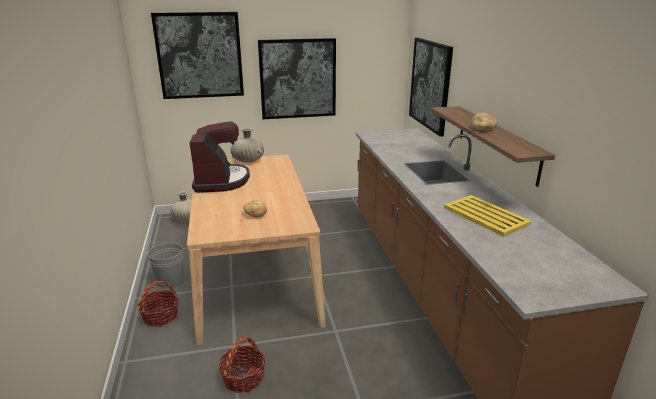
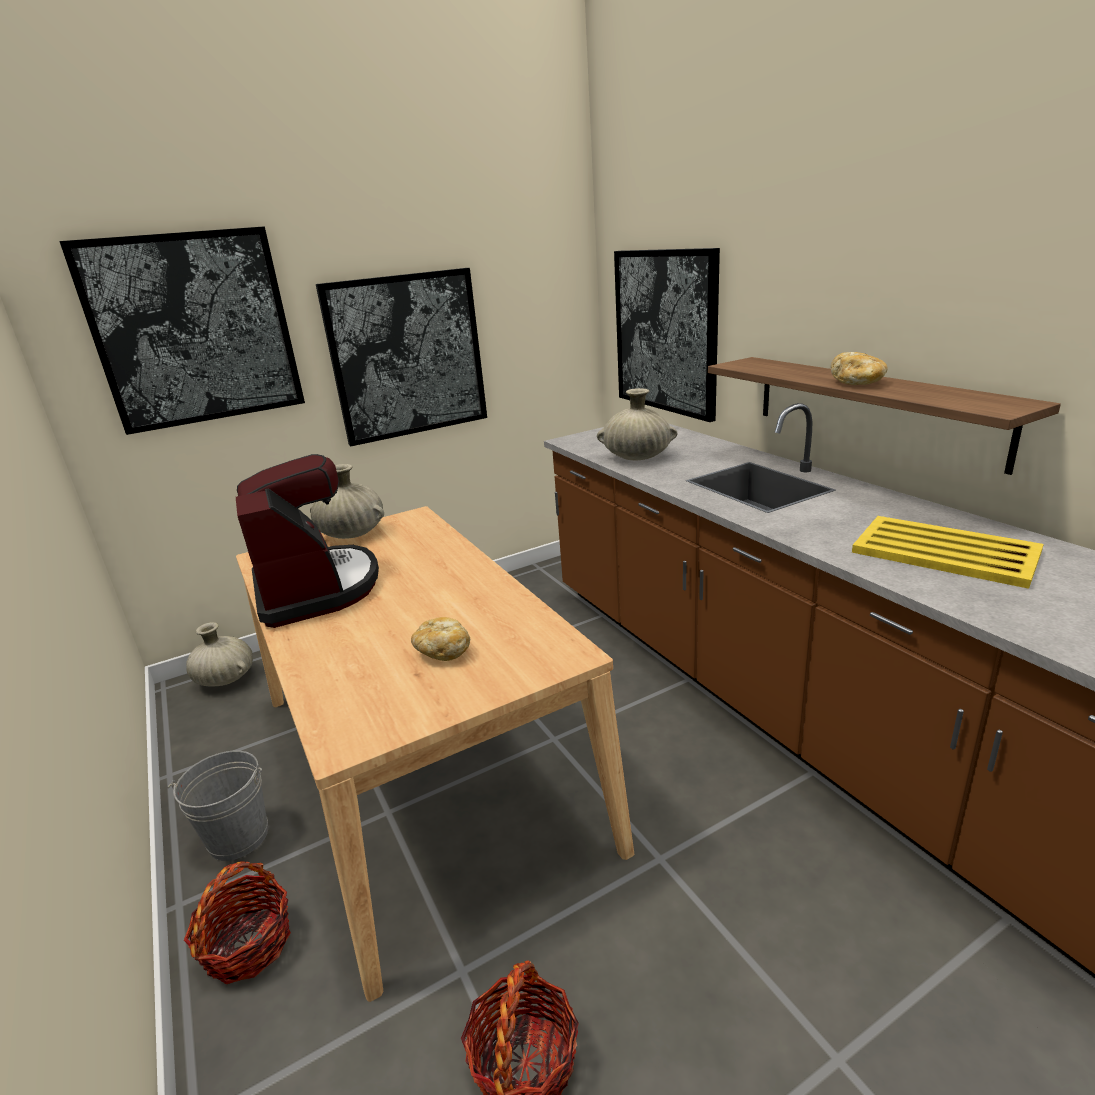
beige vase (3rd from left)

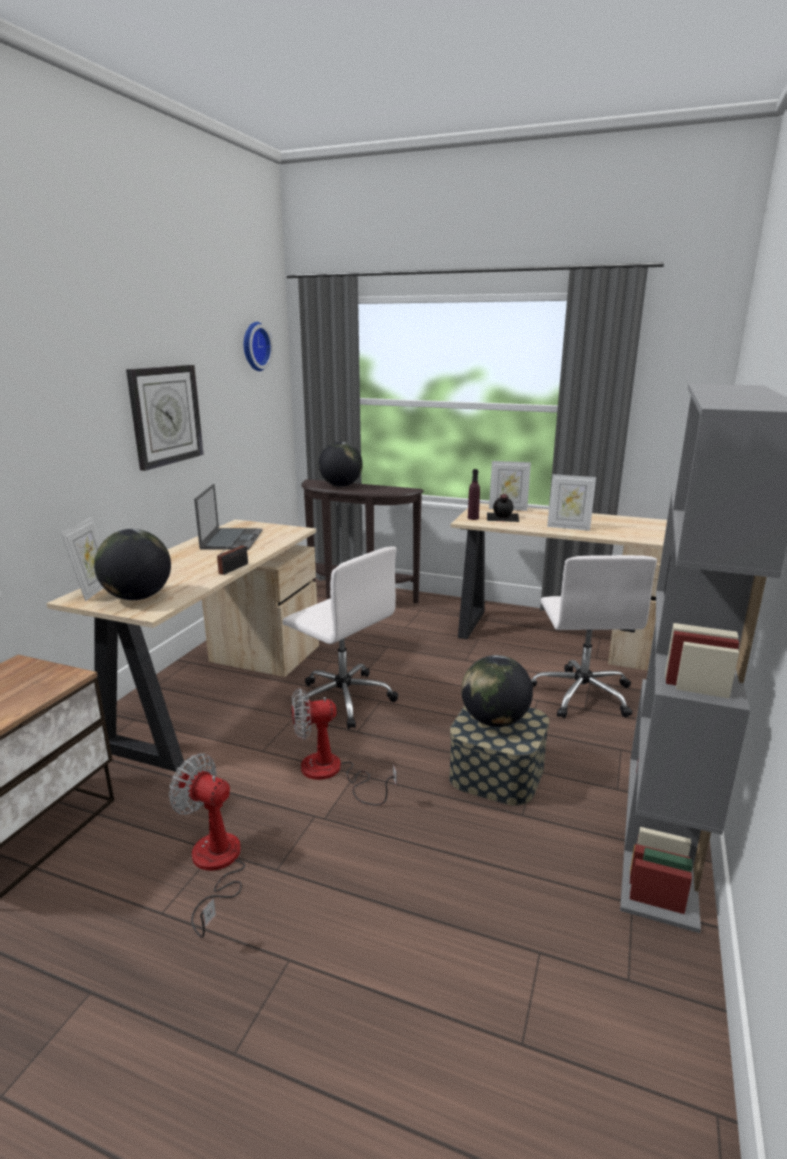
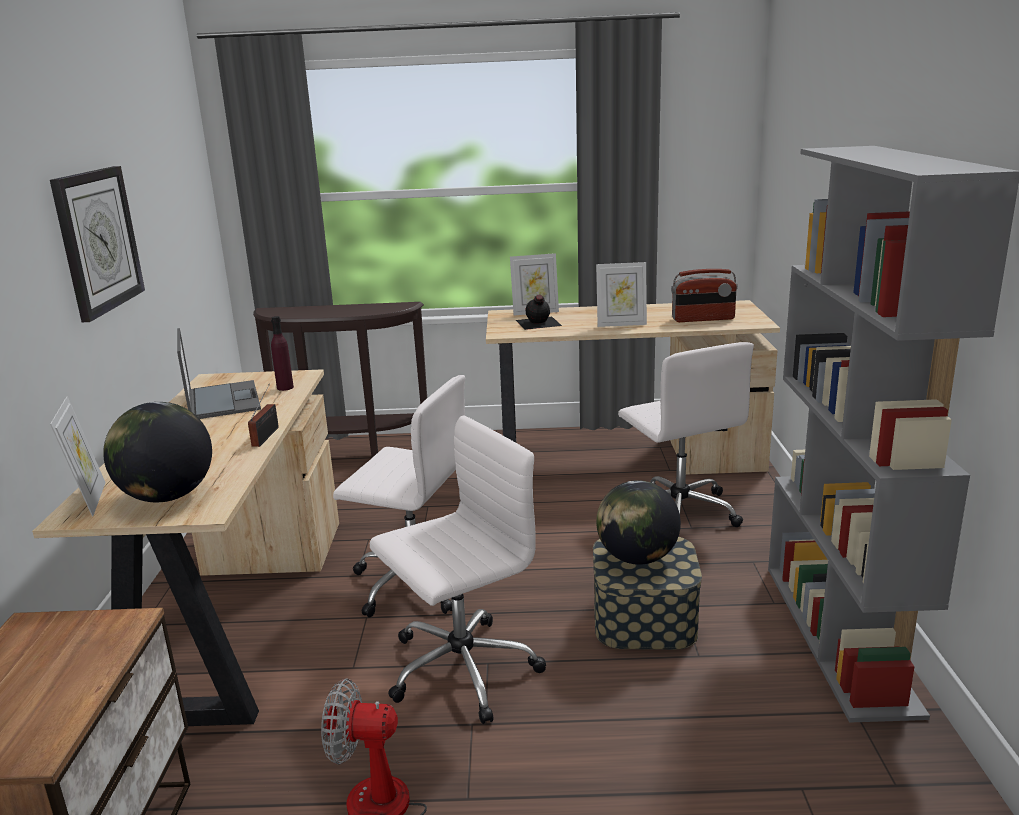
purple bottle; white office chair (2nd from left); radio (2nd from left); wall clock (2nd from left in the first image); globe (2nd from left in the first image)

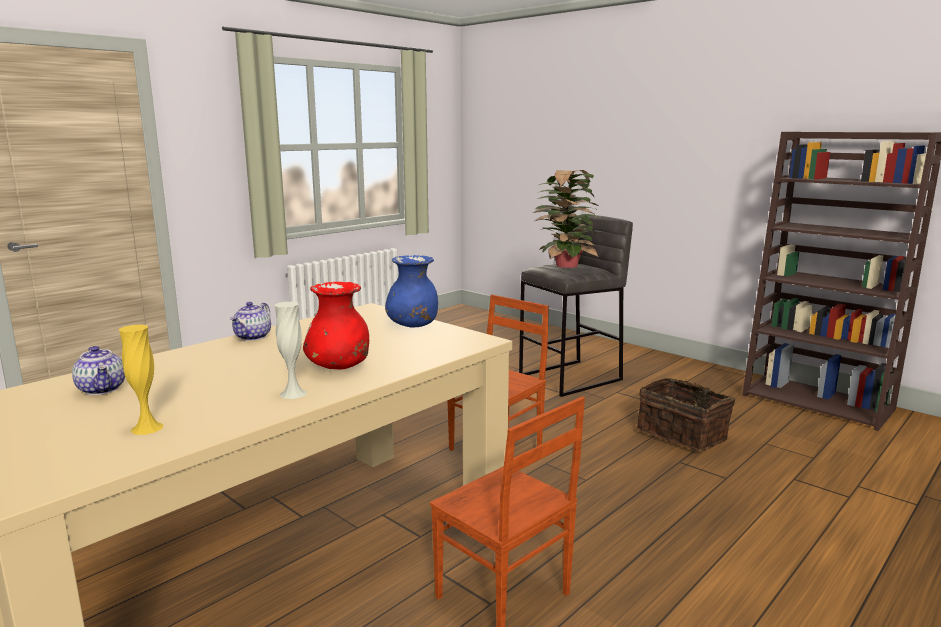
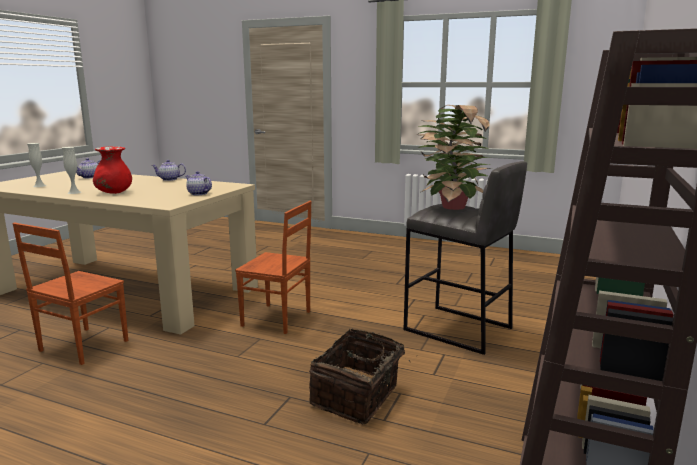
white vase (1st from left); teapot (3rd from left)

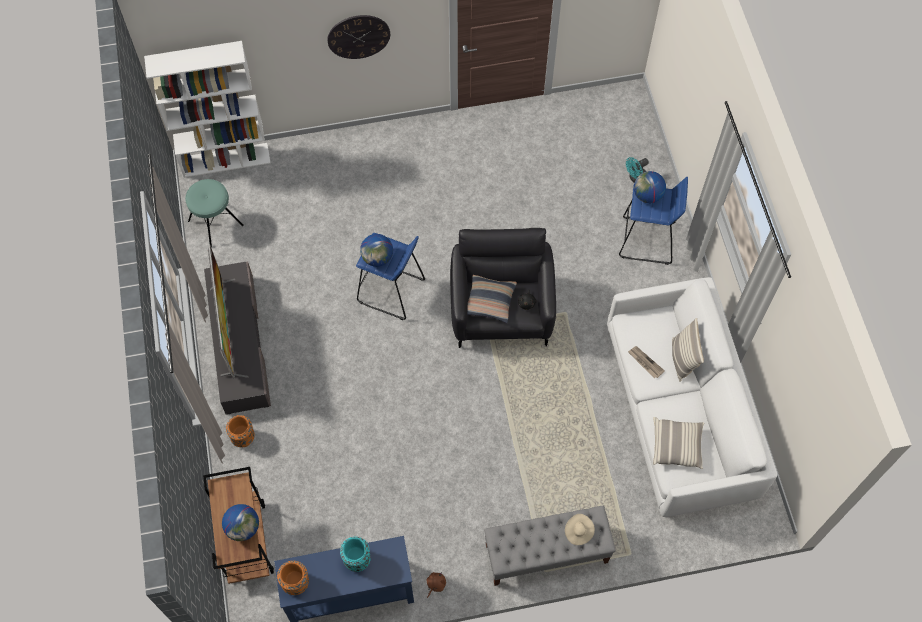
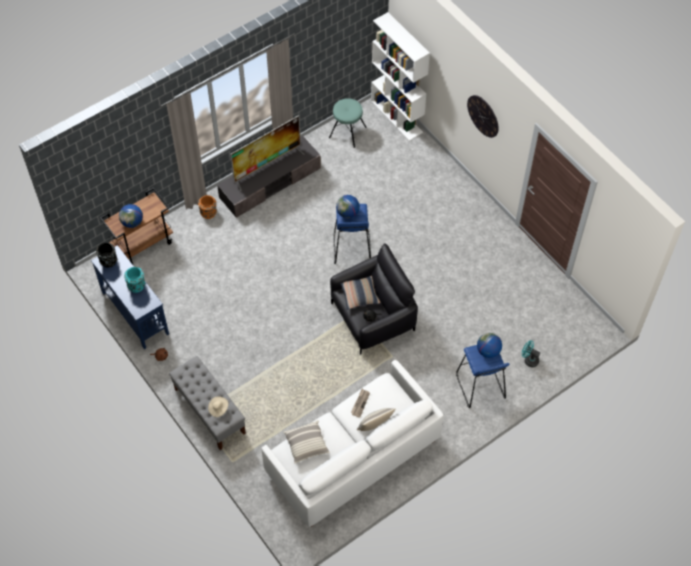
black vase

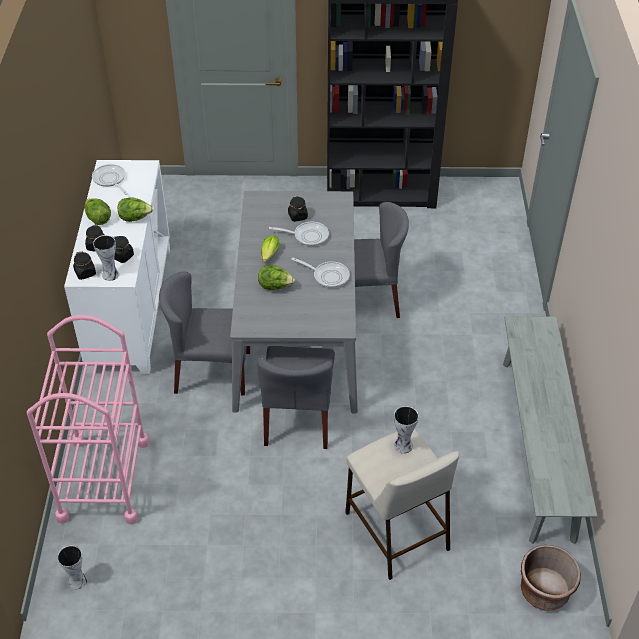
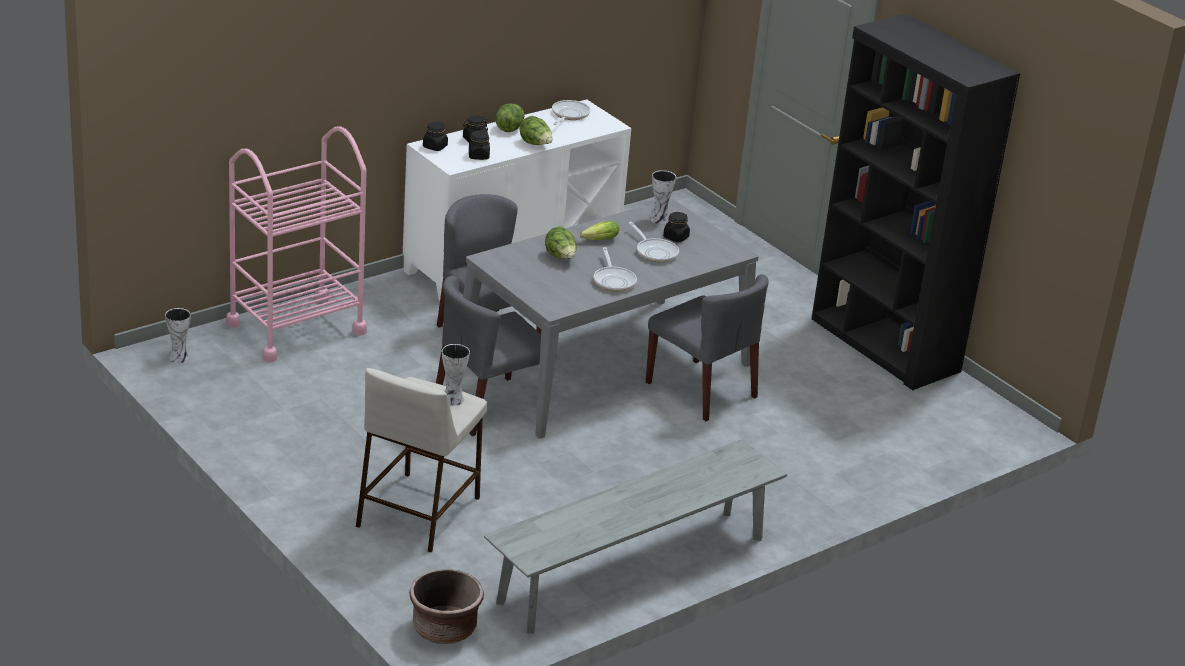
vase (3rd from left)

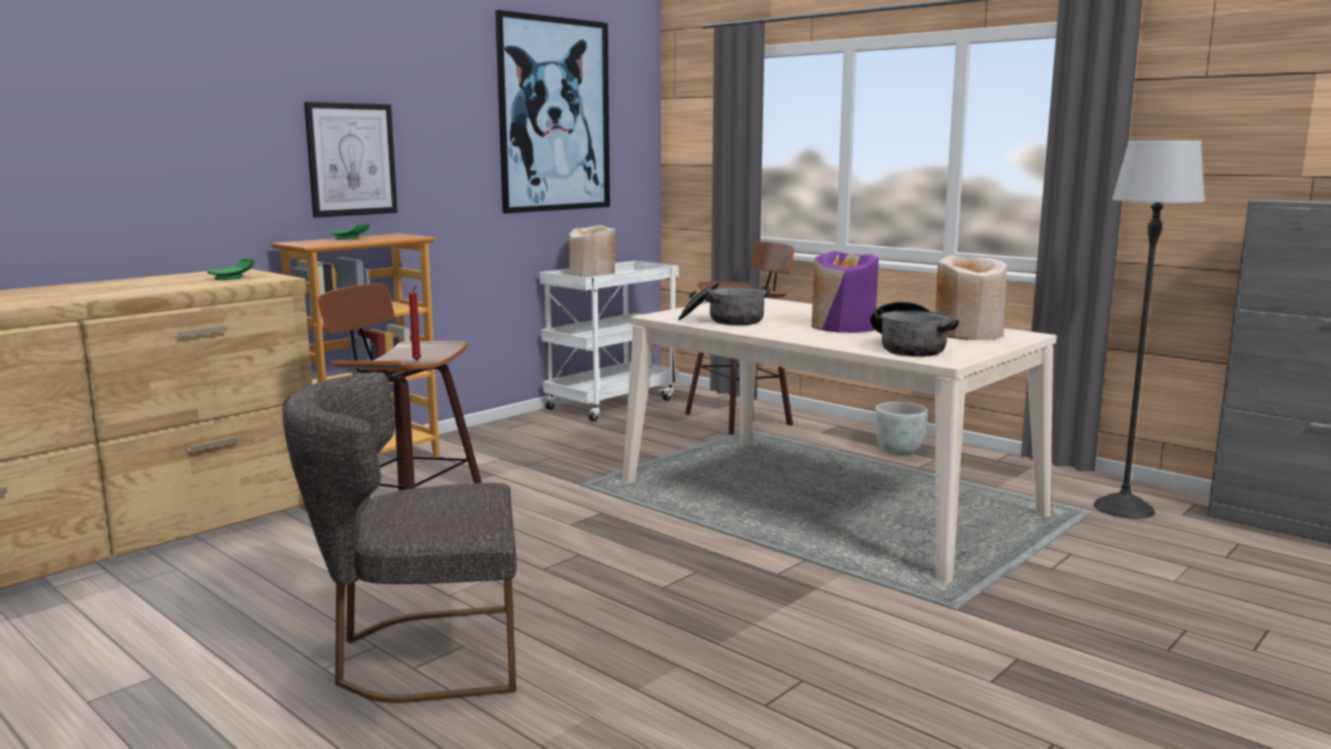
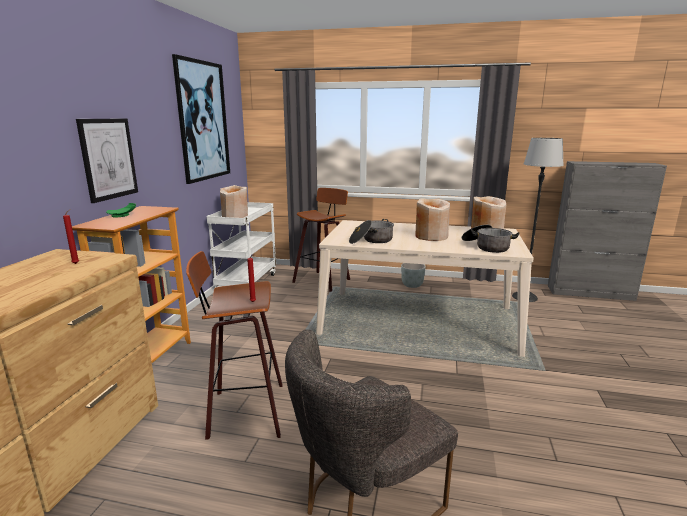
red candle (1st from left); beige vase (2nd from left)

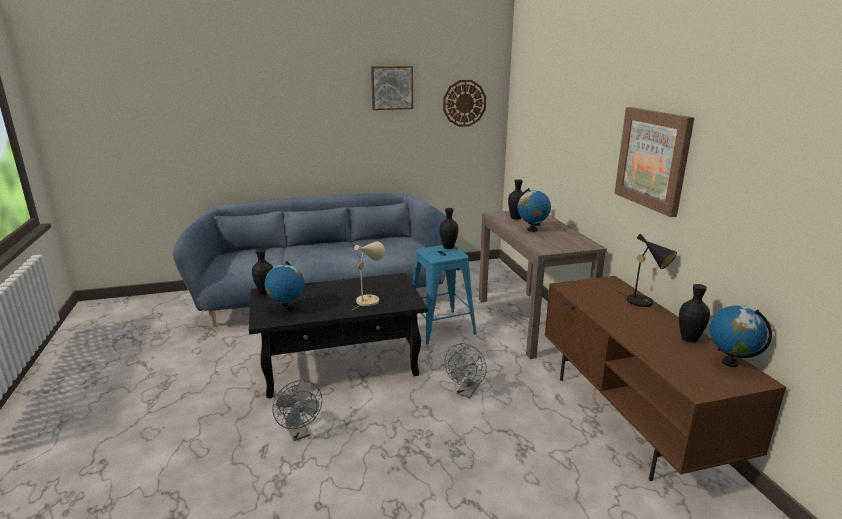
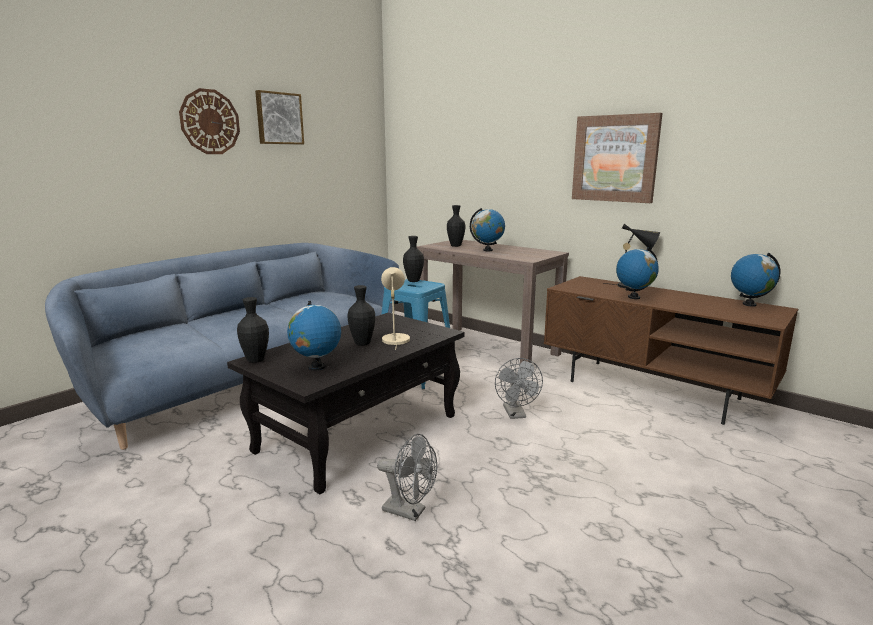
wall clock; black vase (2nd from left); globe (3rd from left)

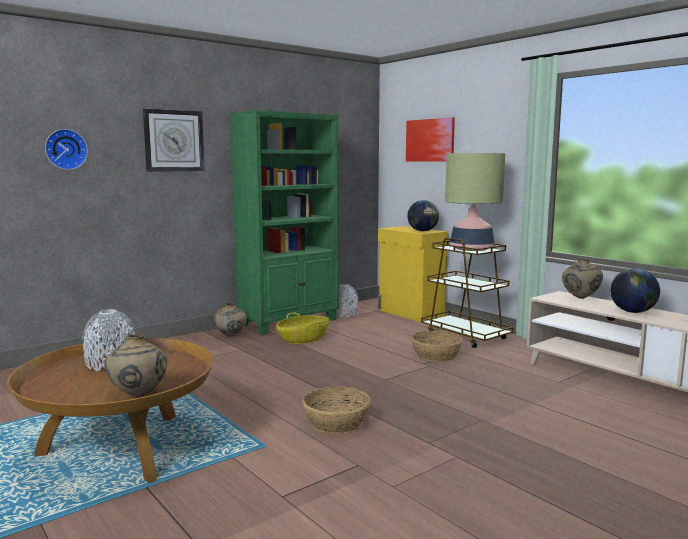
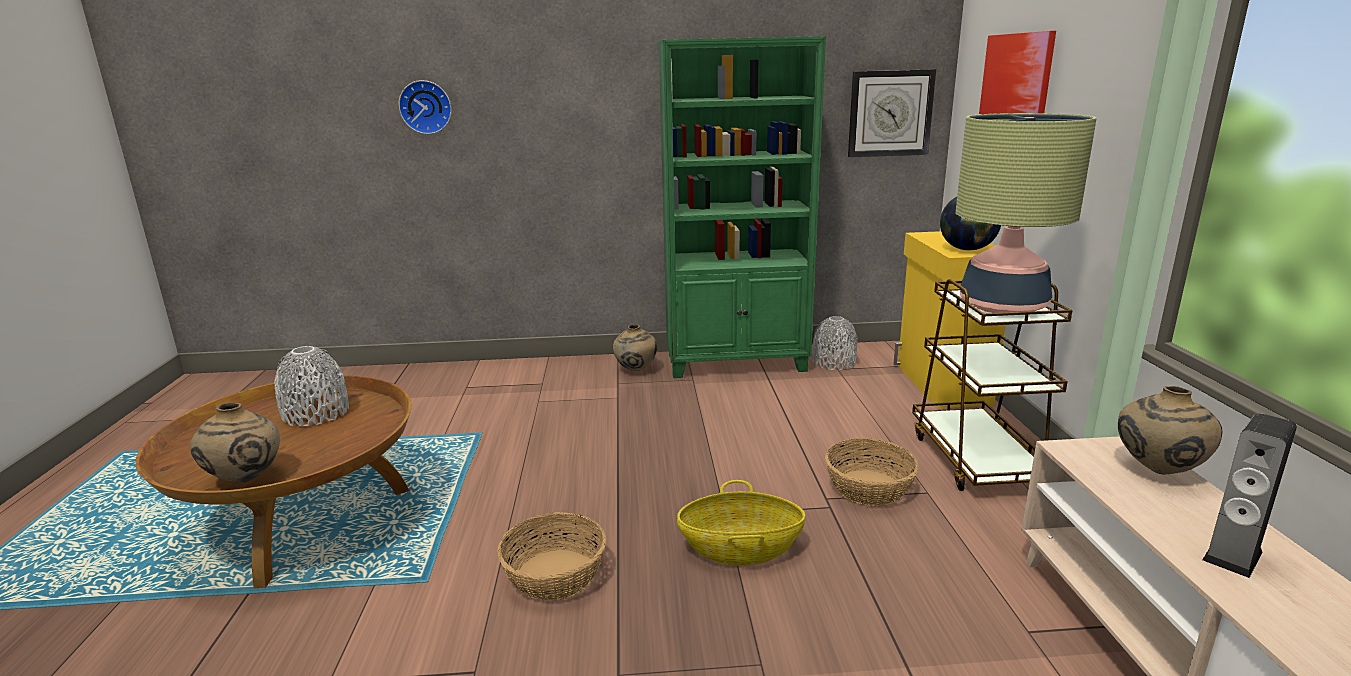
basket (2nd from left); wall clock (2nd from left); speaker

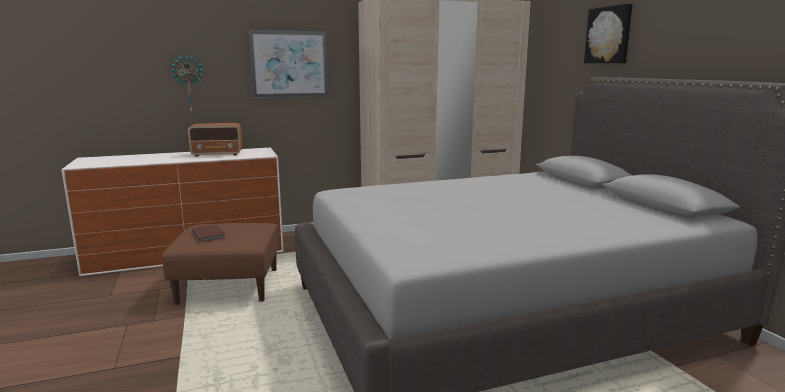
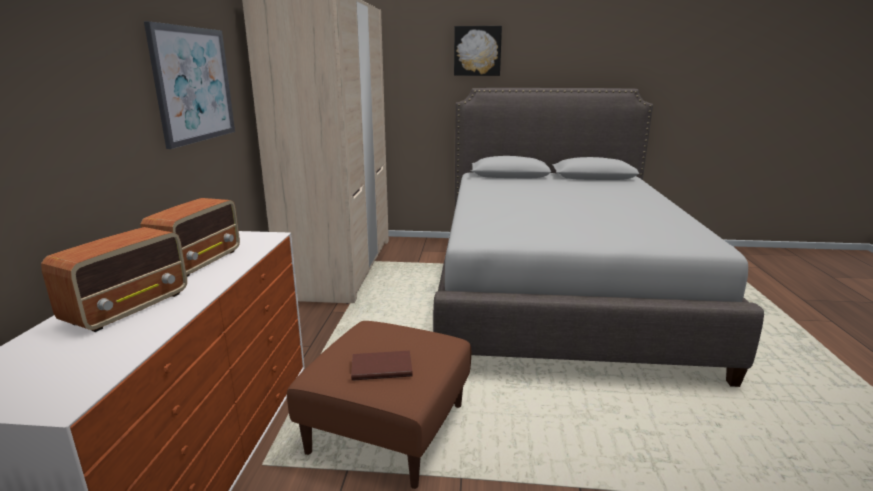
radio (1st from left); wall clock

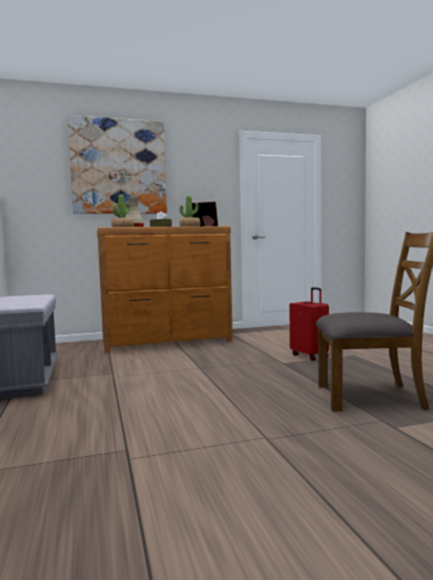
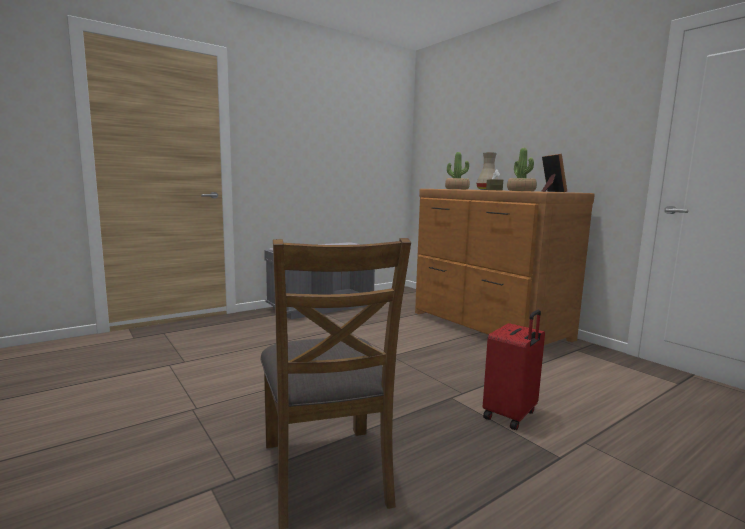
picture

